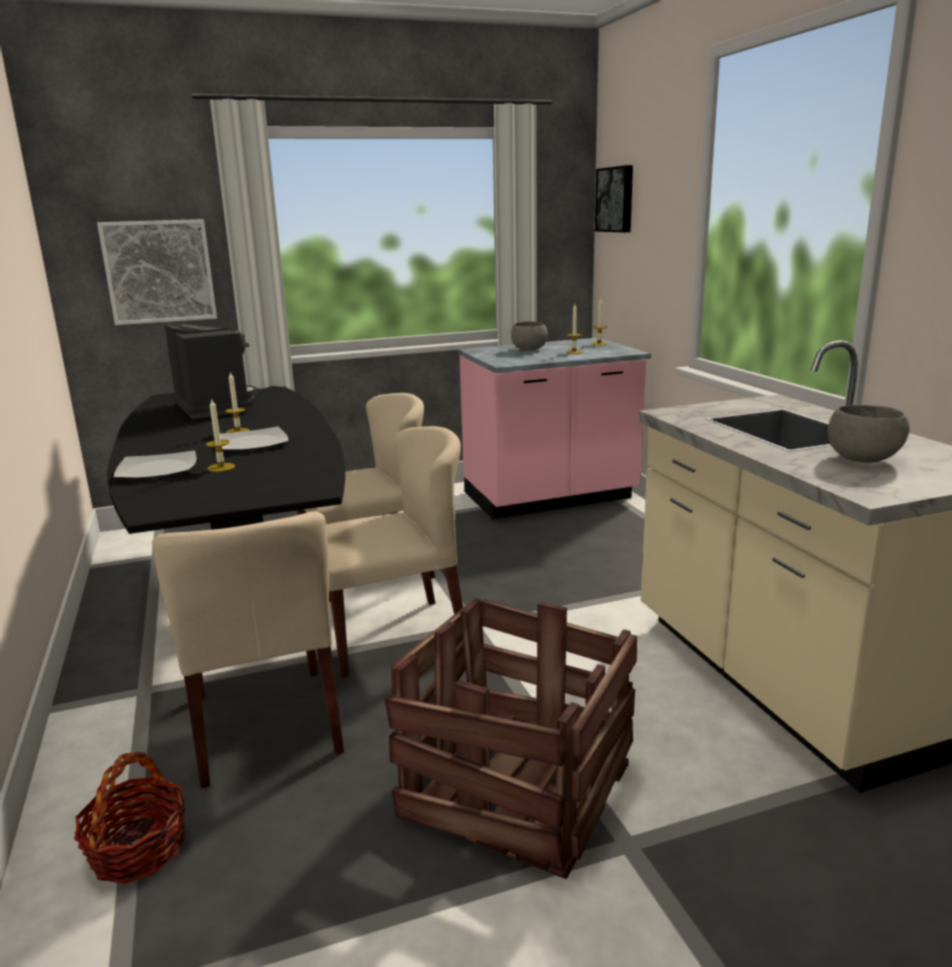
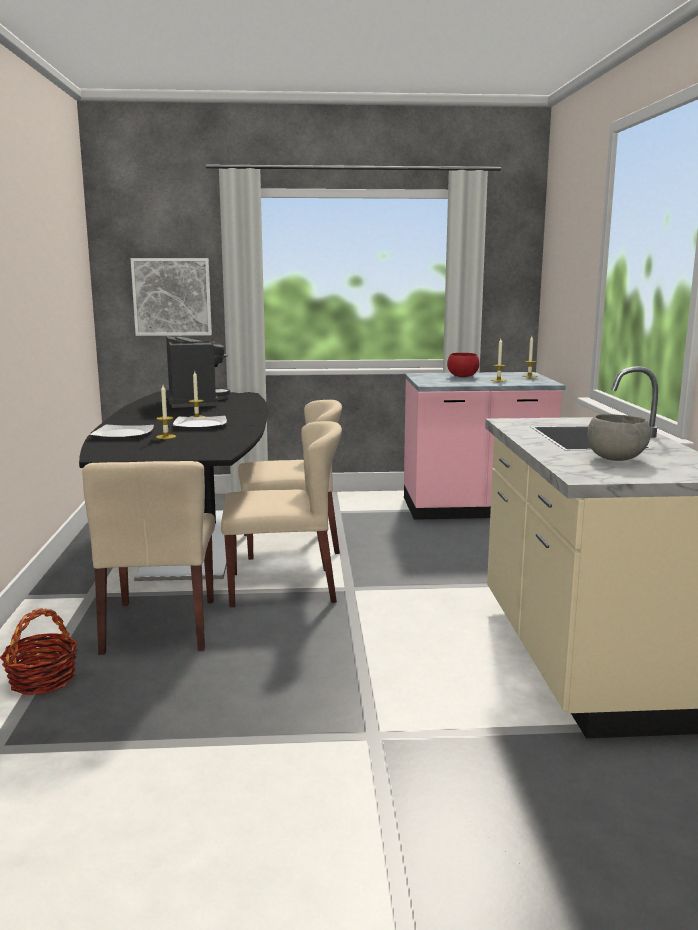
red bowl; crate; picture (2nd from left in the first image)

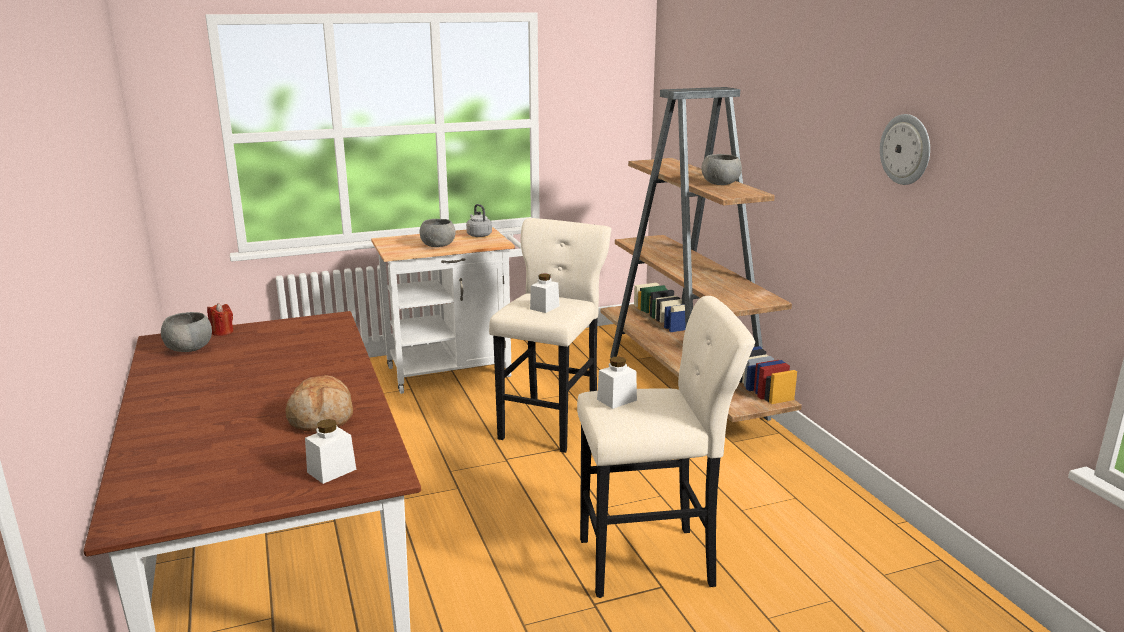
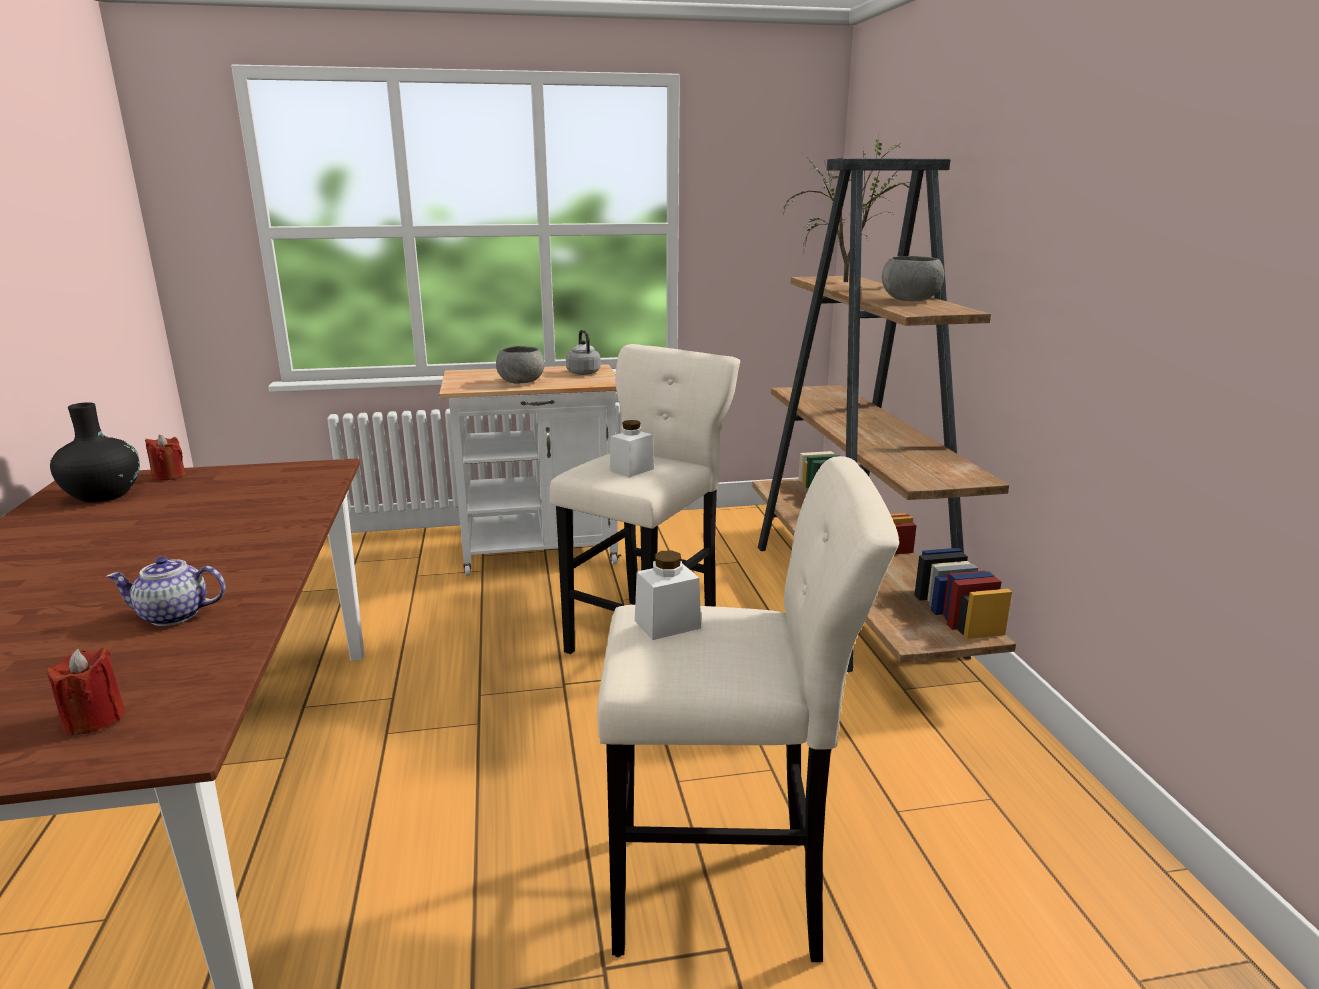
red candle (1st from left); black vase; teapot; potted plant; wall clock

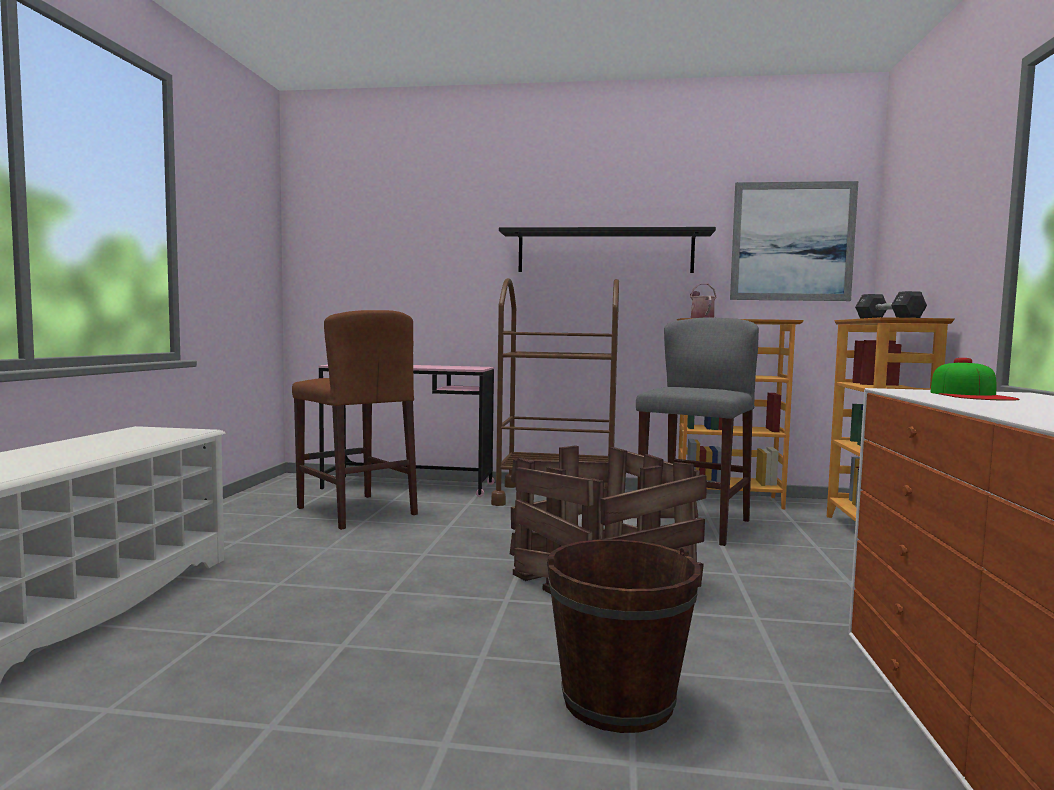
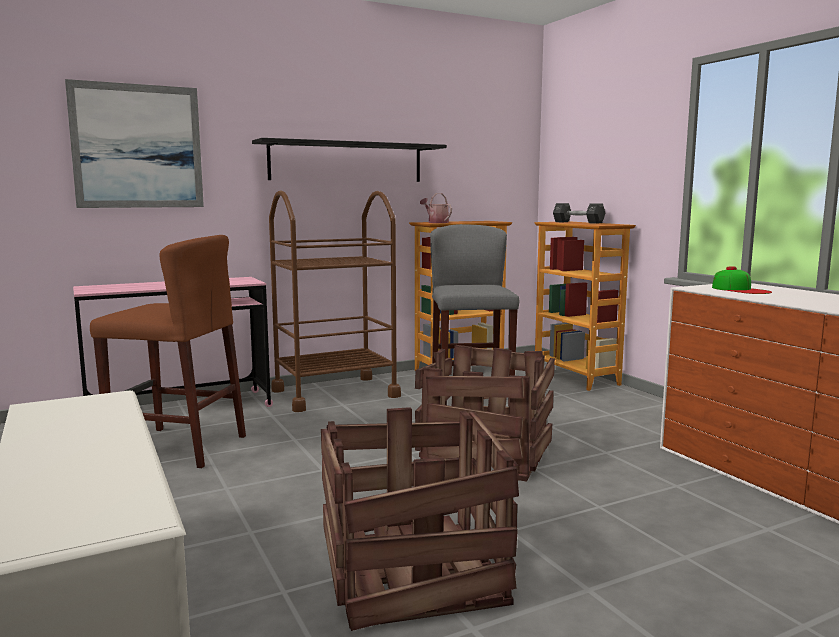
picture; crate (1st from left); brown bucket

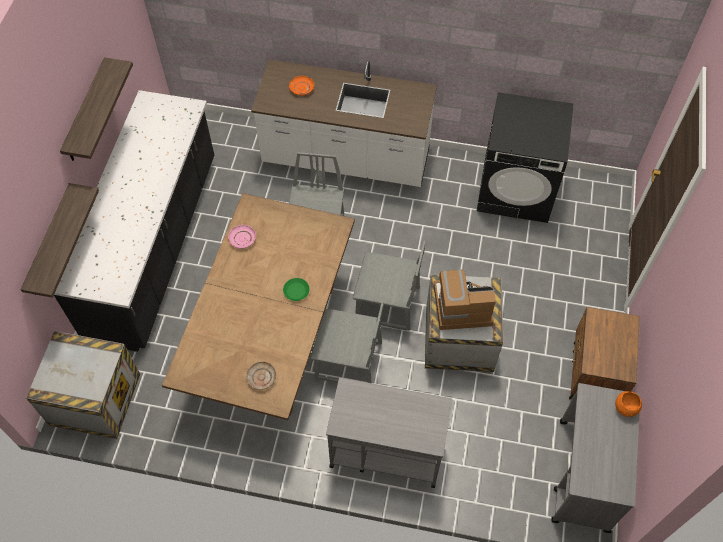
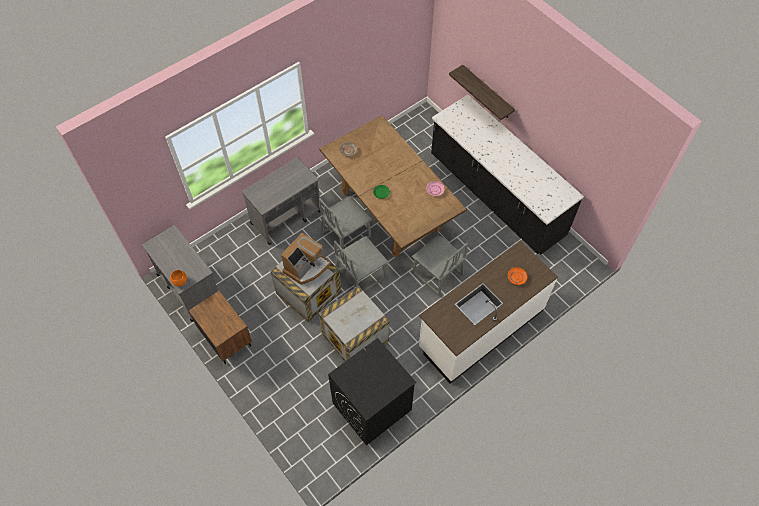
crate (2nd from left); shelf (2nd from left in the first image)

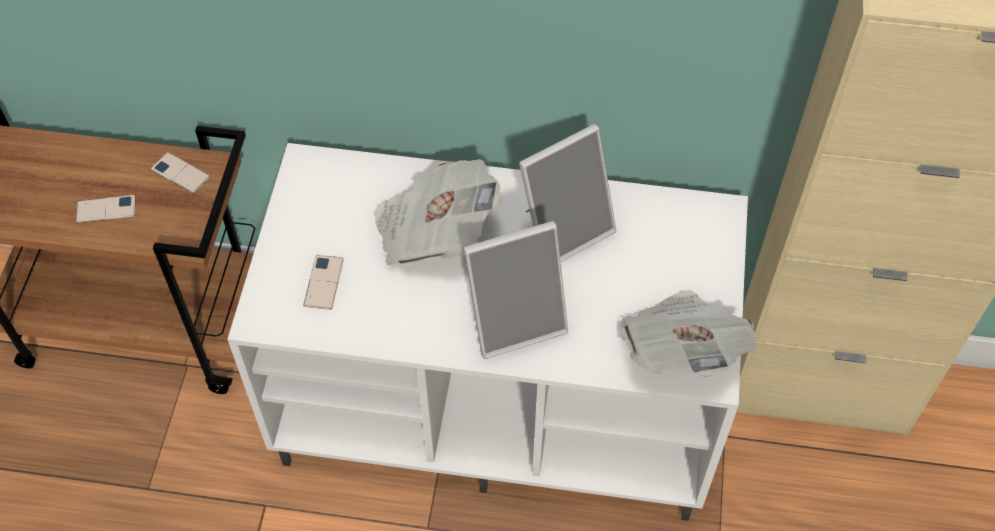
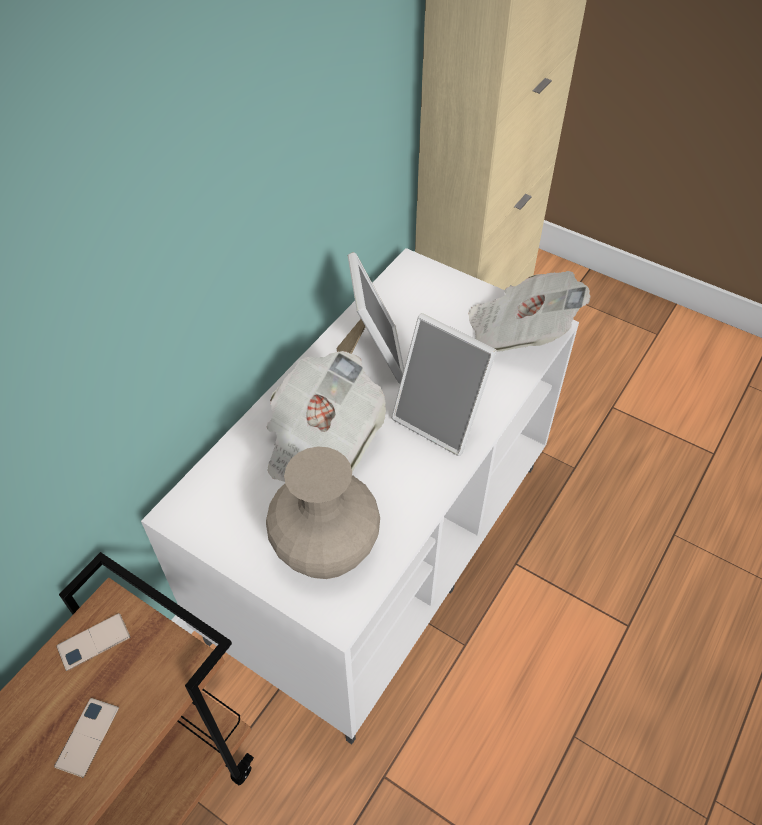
beige vase; picture frame (2nd from left)

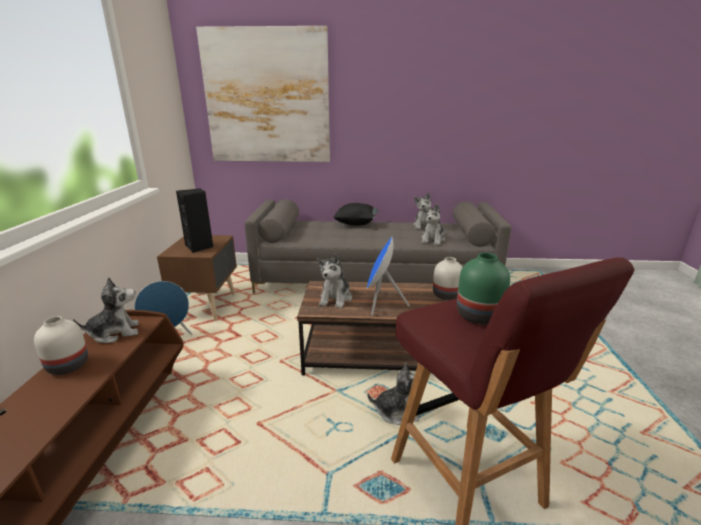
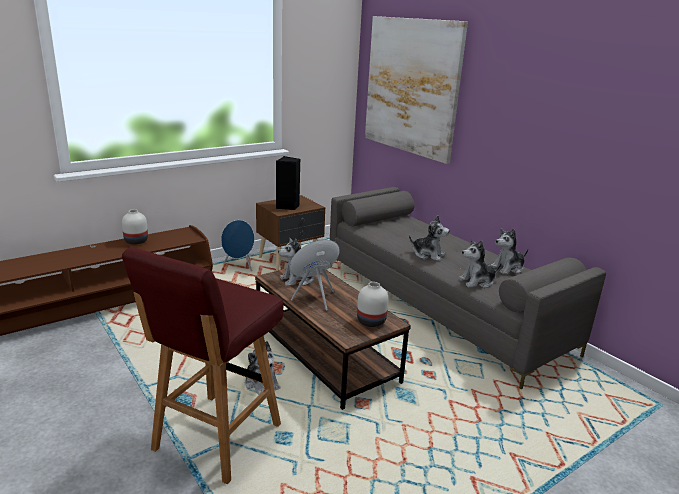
plush toy (3rd from left); black pillow; green vase

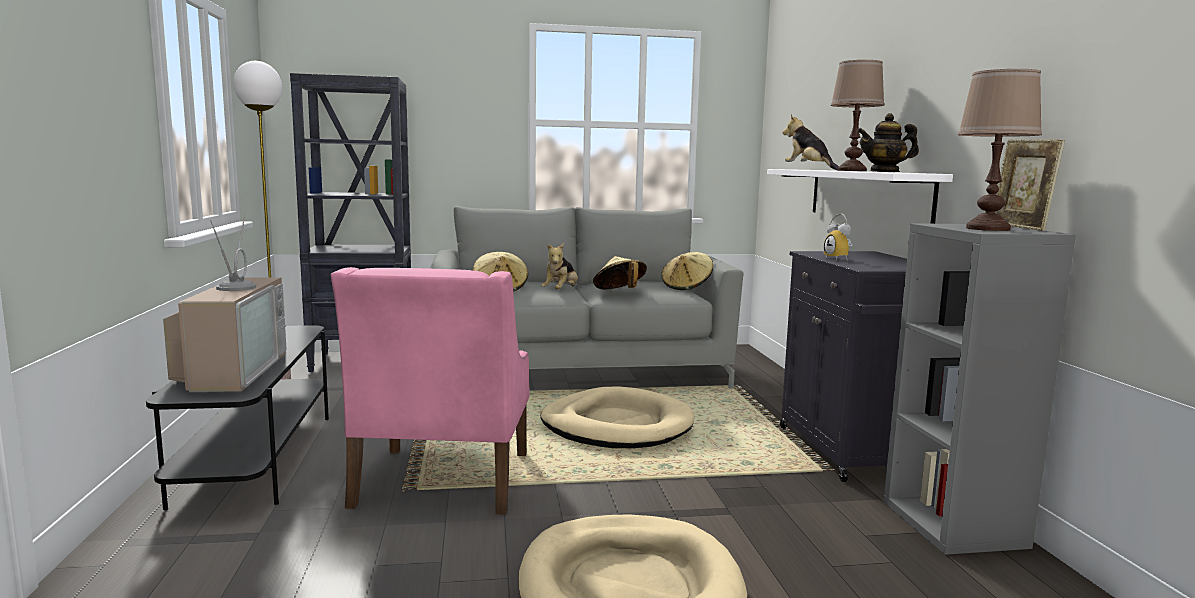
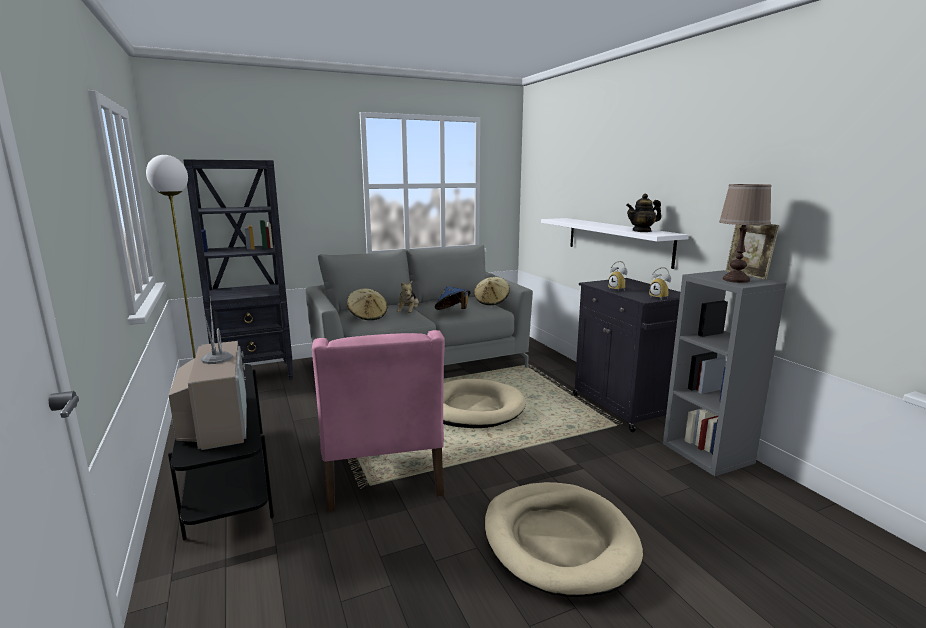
blue hat; alarm clock (2nd from left); plush toy (2nd from left in the first image); brown table lamp (1st from left in the first image)

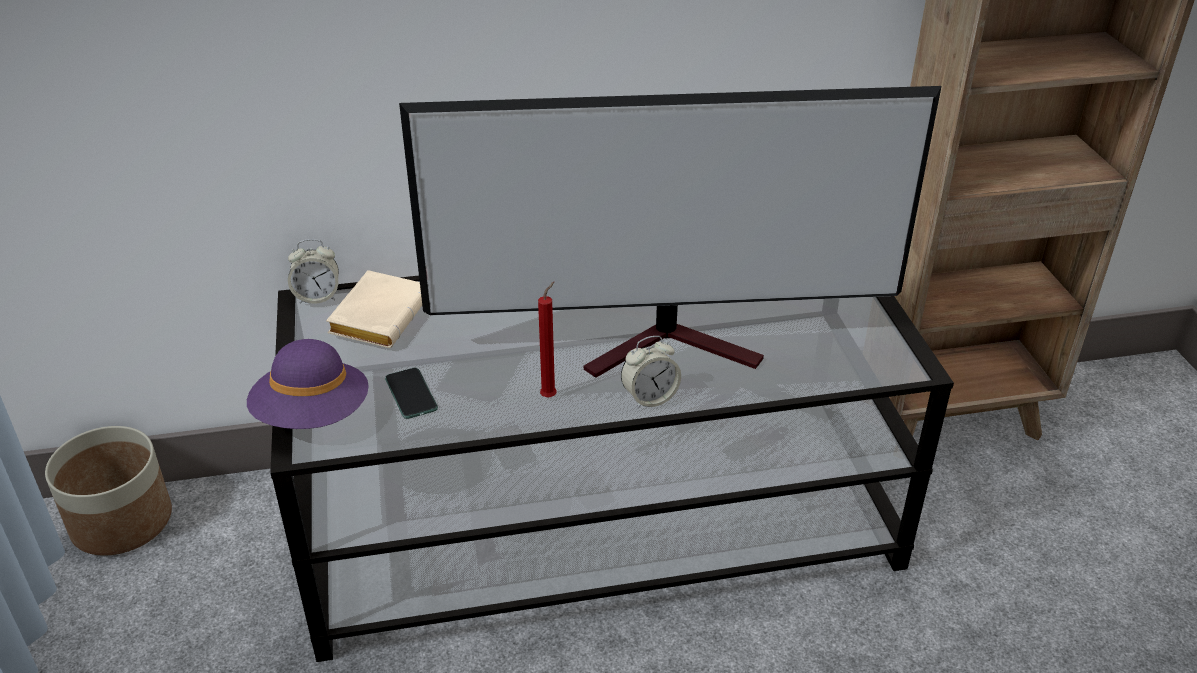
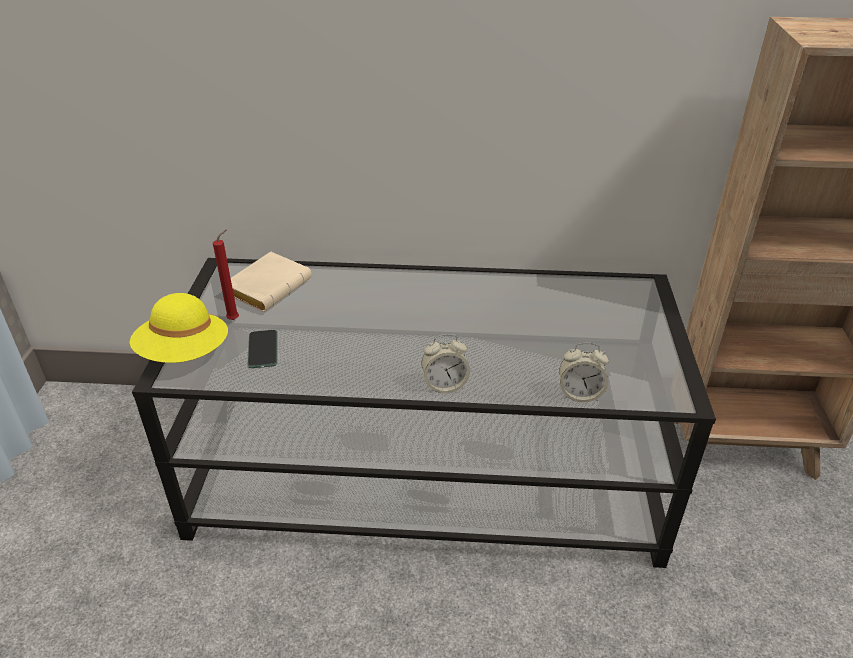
yellow hat; red candle; alarm clock (2nd from left); planter; television

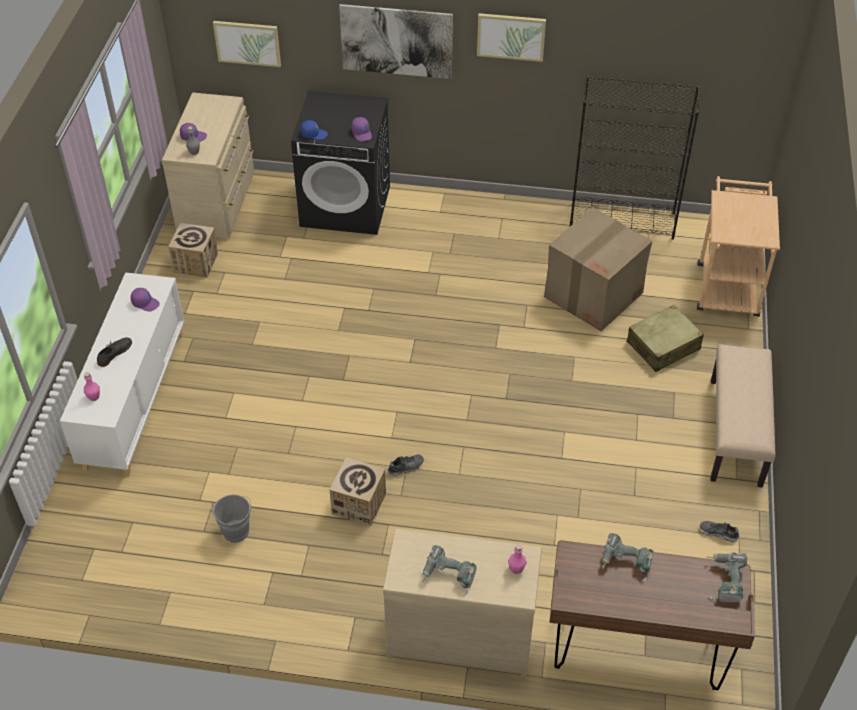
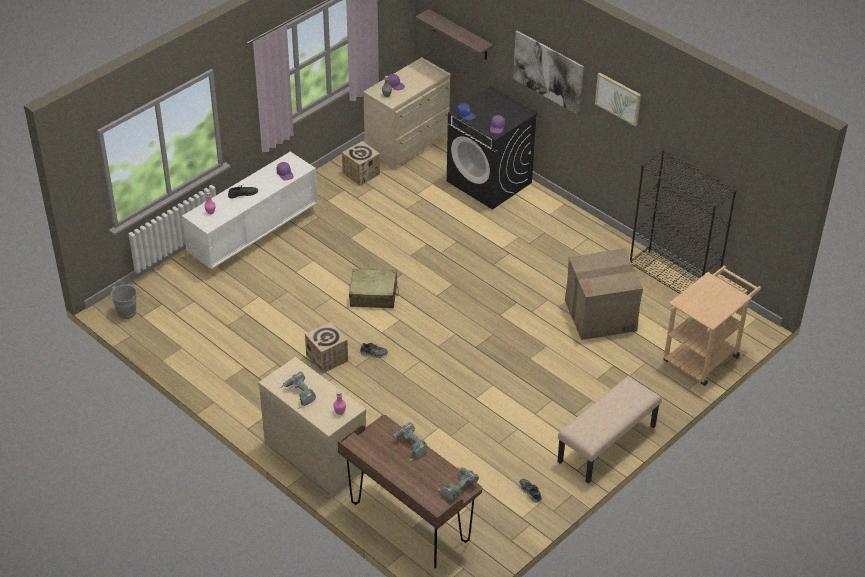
grey bucket; beige suitcase; shelf

